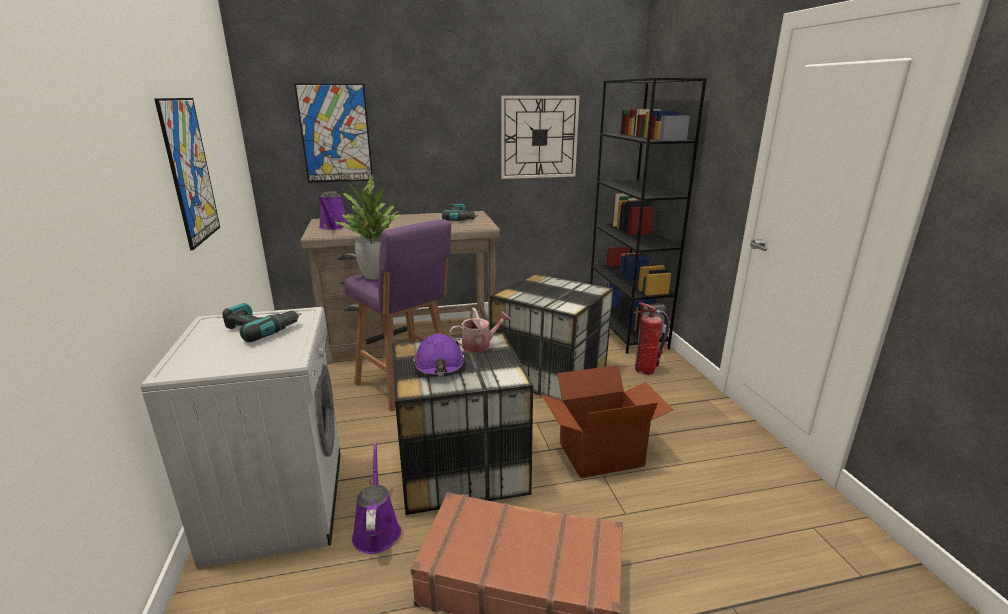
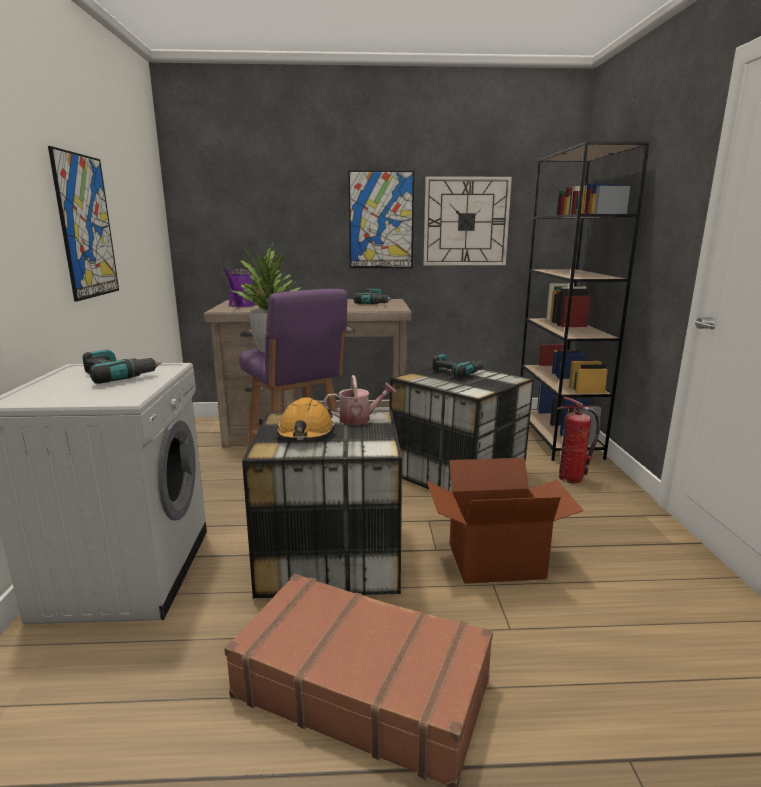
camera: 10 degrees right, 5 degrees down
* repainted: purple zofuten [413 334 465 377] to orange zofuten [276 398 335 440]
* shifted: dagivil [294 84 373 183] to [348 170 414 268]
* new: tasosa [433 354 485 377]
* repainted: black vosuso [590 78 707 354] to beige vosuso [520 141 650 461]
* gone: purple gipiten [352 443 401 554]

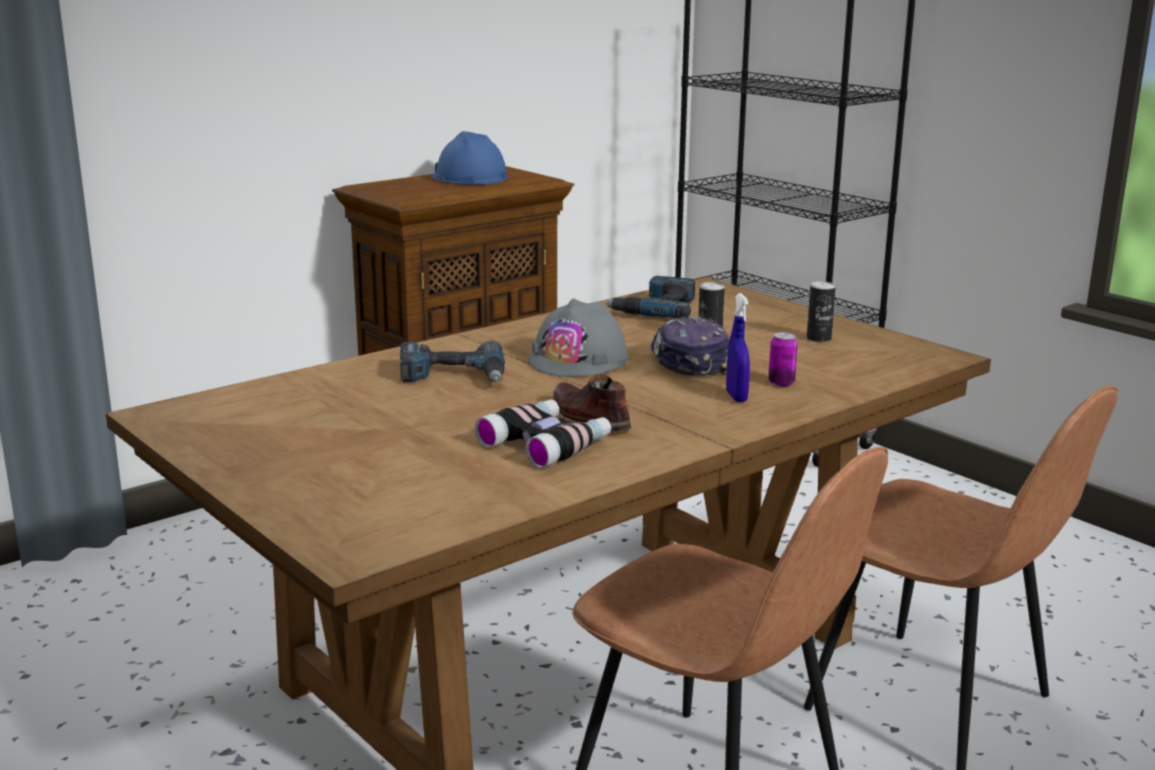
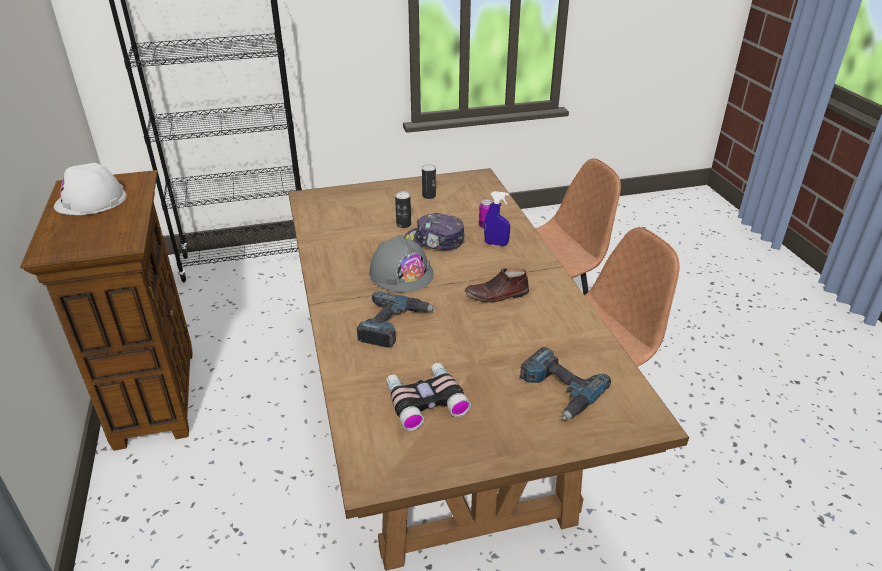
camera: 65 degrees left, 15 degrees up
* repainted: blue zofuten [432 131 508 185] to white zofuten [54 163 127 215]
* shifted: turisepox [474 399 611 469] to [386 363 471 431]
* shifted: tasosa [604 276 695 318] to [520 347 611 420]

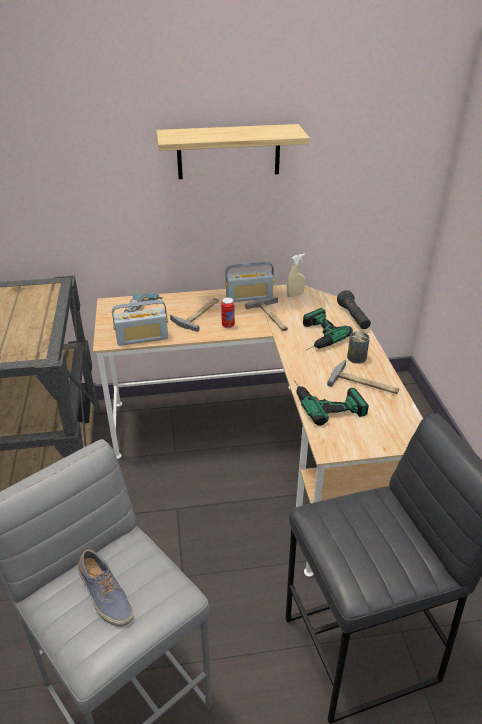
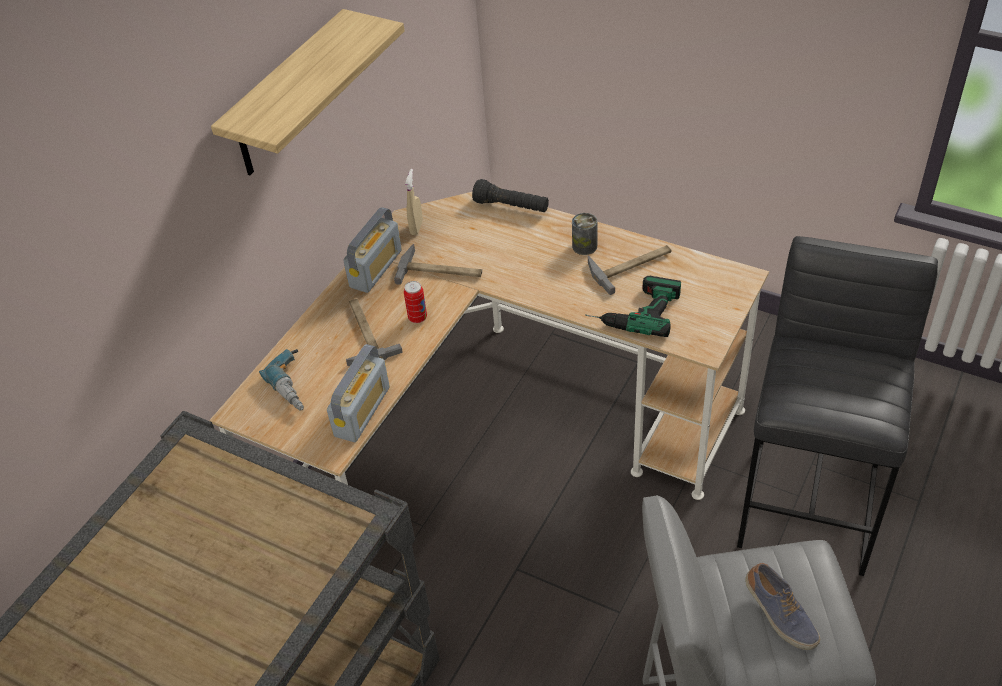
camera: 50 degrees left, 10 degrees up
* rotated: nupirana [78 549 134 627] = [745 563 821 650] 60 degrees clockwise
* gone: tasosa [303 308 353 350]

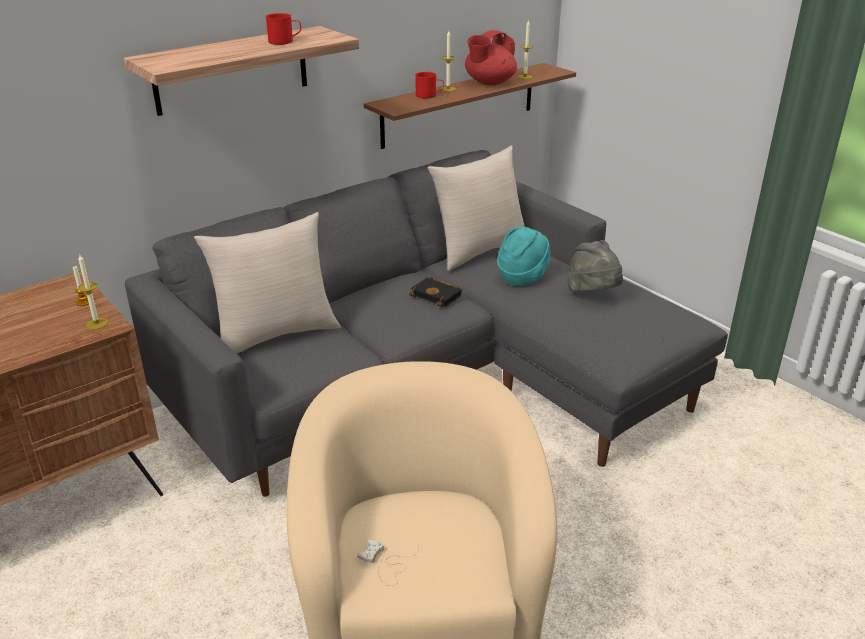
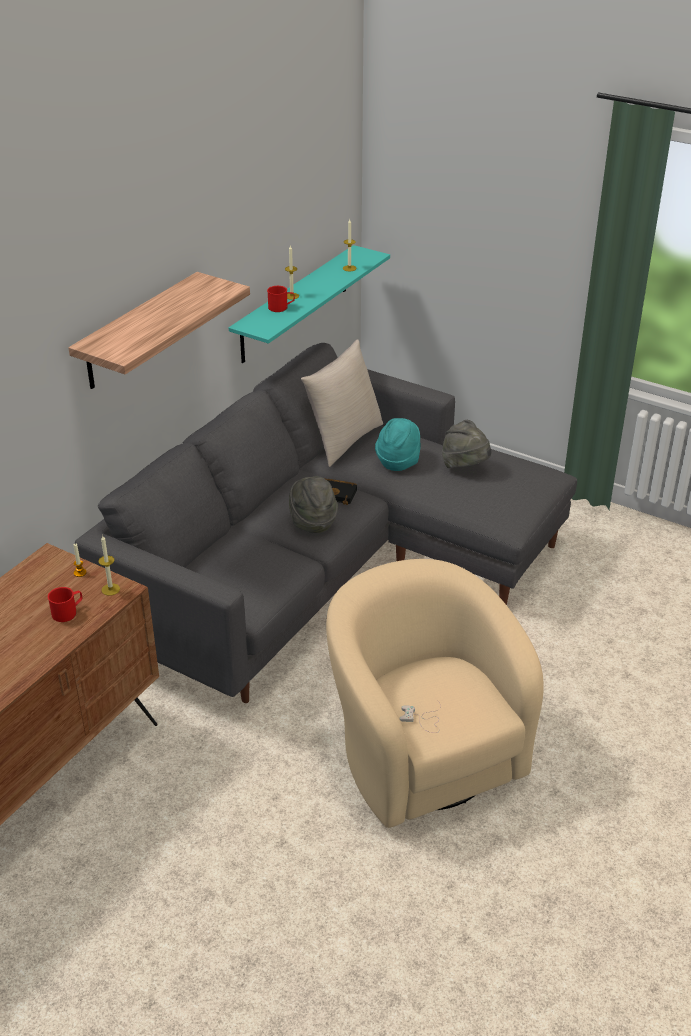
camera: 20 degrees left, 5 degrees up
* shifted: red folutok [265 13 301 45] to [48 587 82 622]
* repainted: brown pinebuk [364 63 576 149] to turquoise pinebuk [229 245 390 363]
* new: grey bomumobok [289 476 338 533]
* gone: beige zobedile [194 212 341 354]
* gone: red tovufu [465 30 517 85]

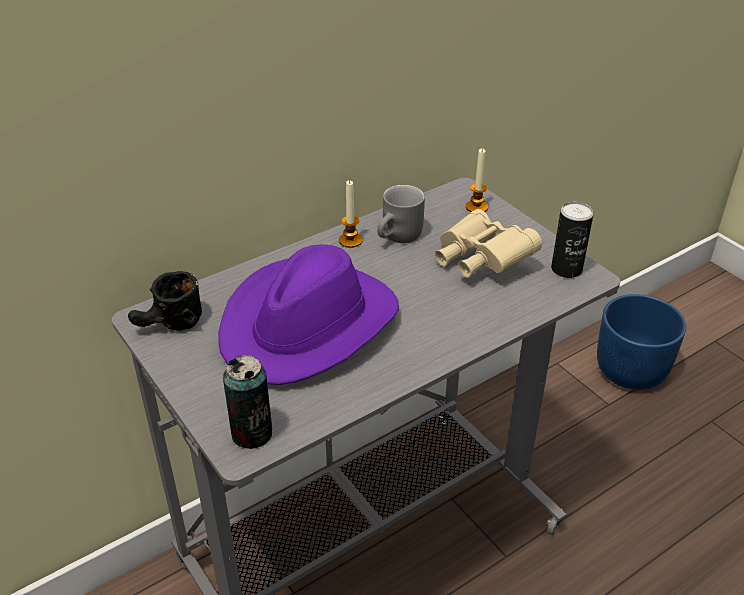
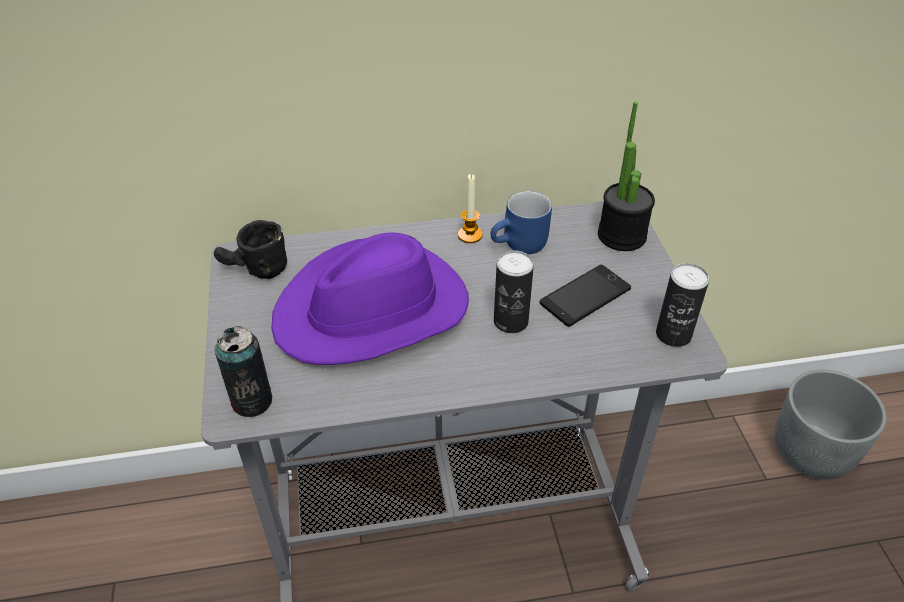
camera: 25 degrees right, 5 degrees up
* repainted: grey folutok [377 185 425 243] to blue folutok [490 191 552 254]
* new: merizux [494 251 534 333]
* swapped: beige turisepox [435 209 542 278] to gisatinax [540 265 631 327]
* swapped: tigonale [466 148 488 212] to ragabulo [598 102 655 251]
* repainted: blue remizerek [597 294 686 390] to grey remizerek [775 370 887 479]

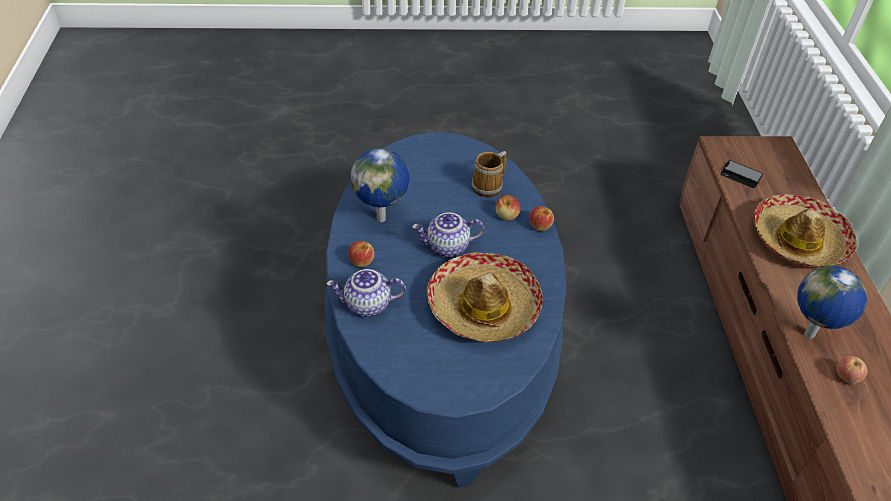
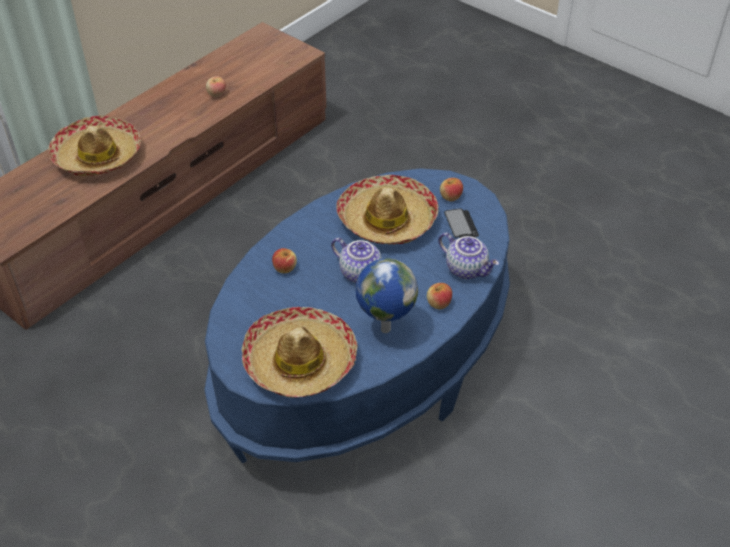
camera: 135 degrees left, 0 degrees up
* new: bomumobok [242 307 358 398]
* shifted: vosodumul [529 206 554 231] to [440 178 463 201]
* shifted: gisatinax [721 160 763 188] to [444 208 479 238]
* gone: folutok [472 151 507 197]
* gone: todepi [797 266 867 338]

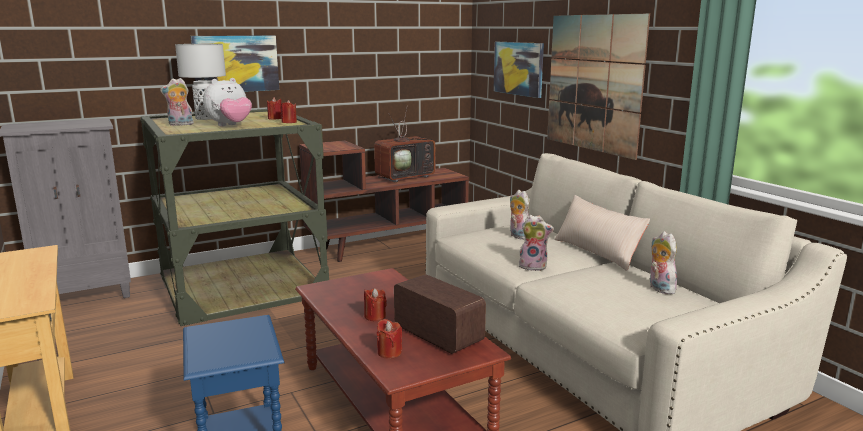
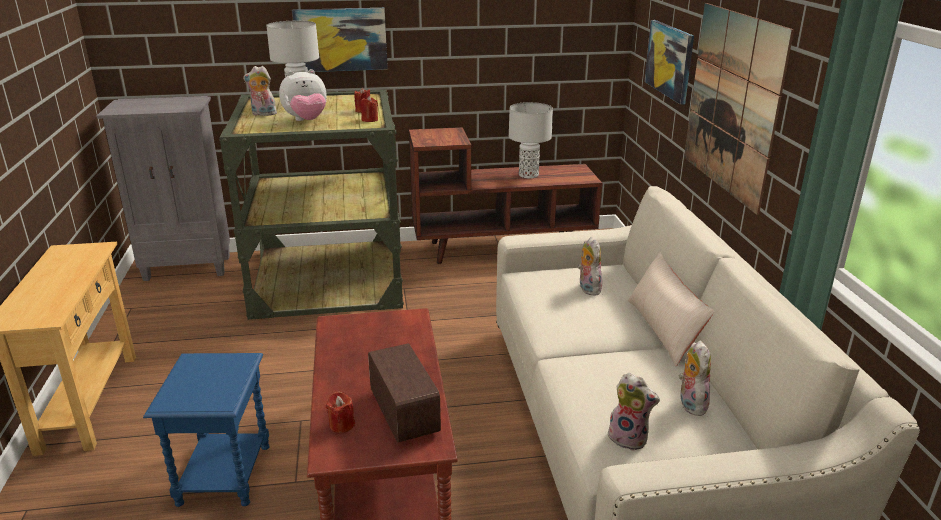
camera: 20 degrees right, 10 degrees up
* swapped: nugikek [374 105 435 182] to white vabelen [509 102 553 178]
* shifted: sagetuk [519 215 554 271] to [608 373 660 451]
* gone: red tigonale [364 288 387 321]

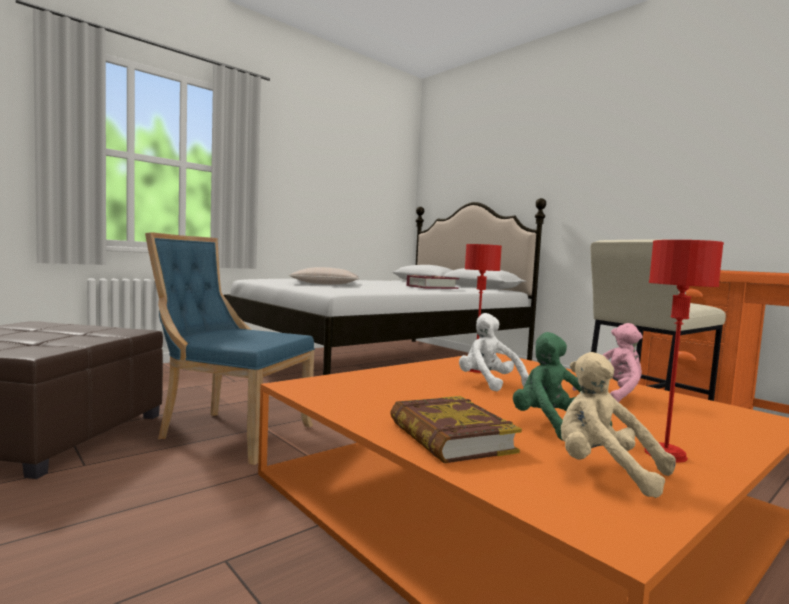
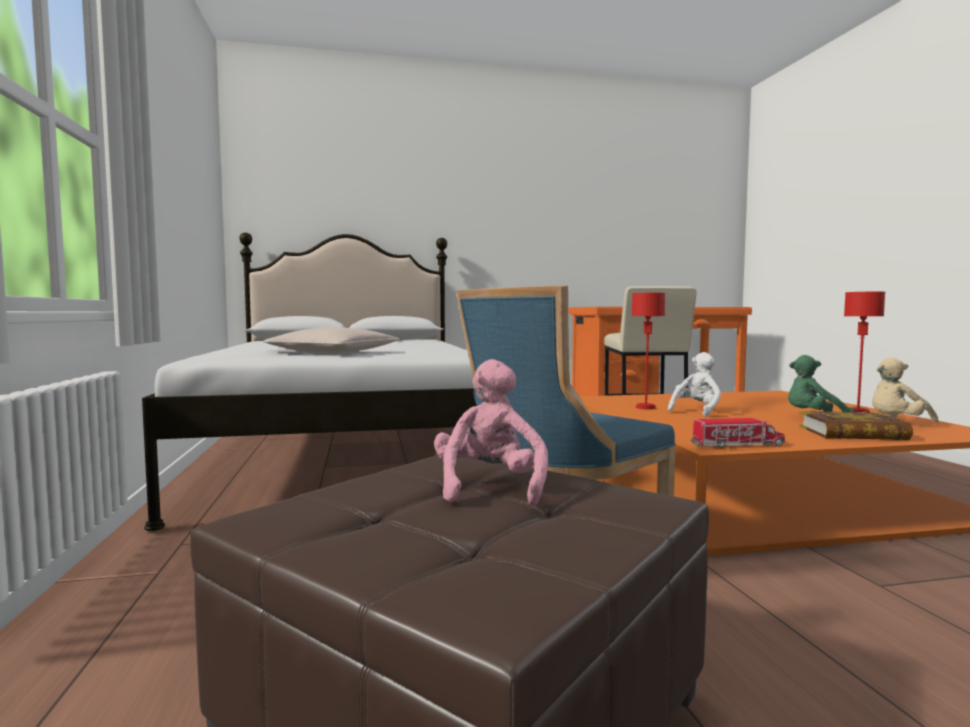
camera: 60 degrees left, 0 degrees up
* shifted: pink sagetuk [573 323 643 402] to [434 359 548 506]
* rotated: white sagetuk [459 313 529 392] = [668 352 721 417] 135 degrees clockwise
* new: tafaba [691 418 785 448]
* gone: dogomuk [406 275 459 289]

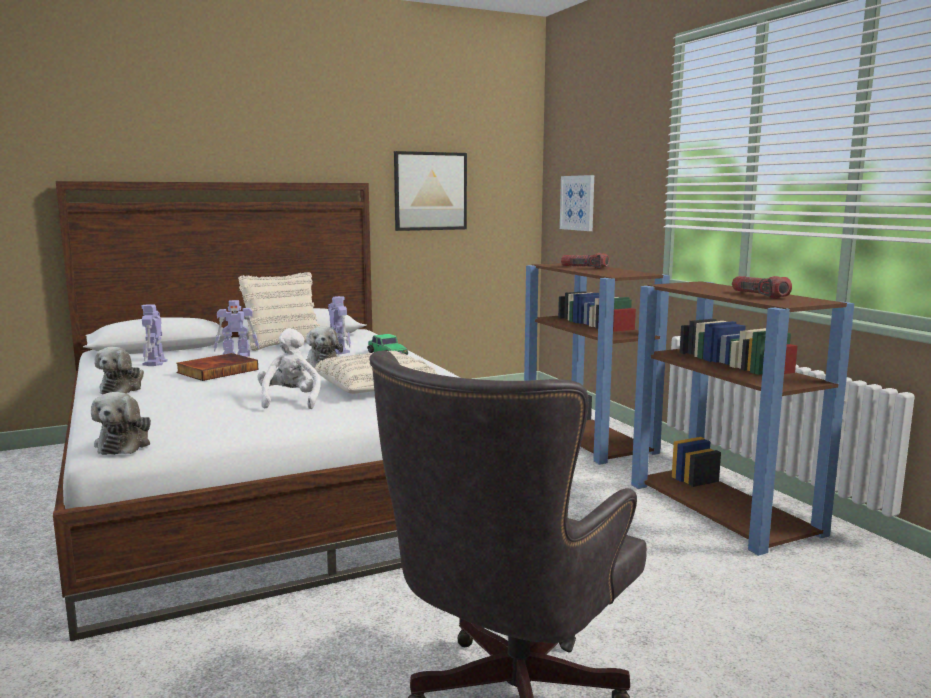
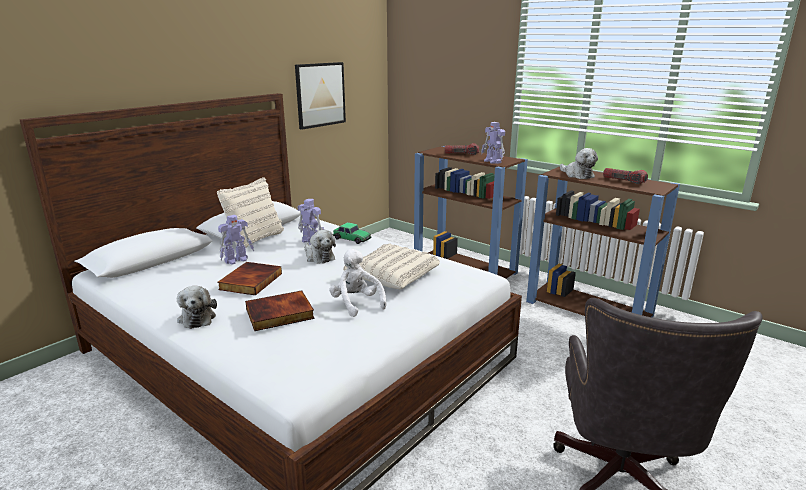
camera: 25 degrees left, 10 degrees up
* new: dogomuk [245 291 315 331]
* shifted: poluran [141 304 168 366] to [481 122 505 164]
* shifted: sagetuk [91 392 151 455] to [560 148 598 179]
* gone: dagivil [560 175 594 231]

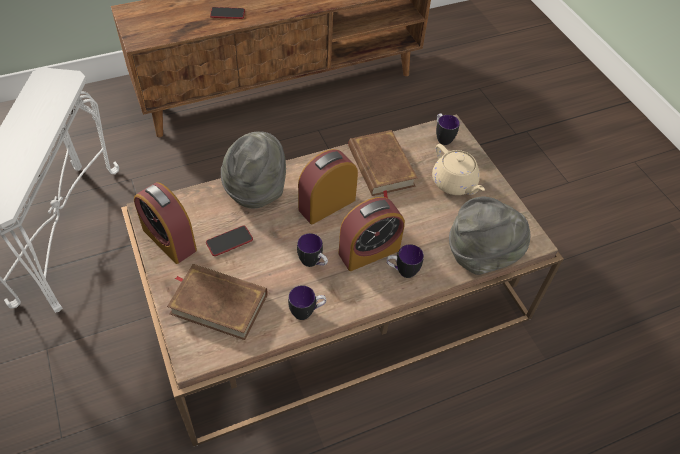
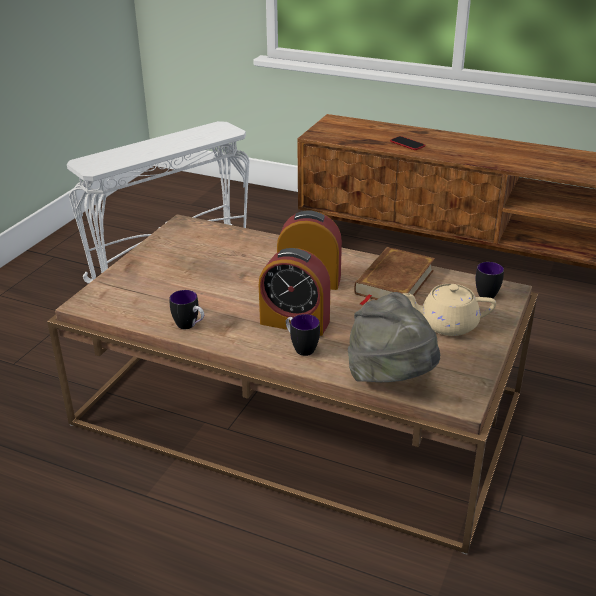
camera: 50 degrees right, 20 degrees down
* rotated: beige tovufu [432 144 485 195] = [403 284 496 336] 75 degrees clockwise
* gone: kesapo [134 182 197 264]
* gone: brown dogomuk [167 264 267 340]
* gone: gisatinax [206 226 253 256]
* gone: grey bomumobok [221 131 286 208]
* gone: folutok [297 233 328 267]

